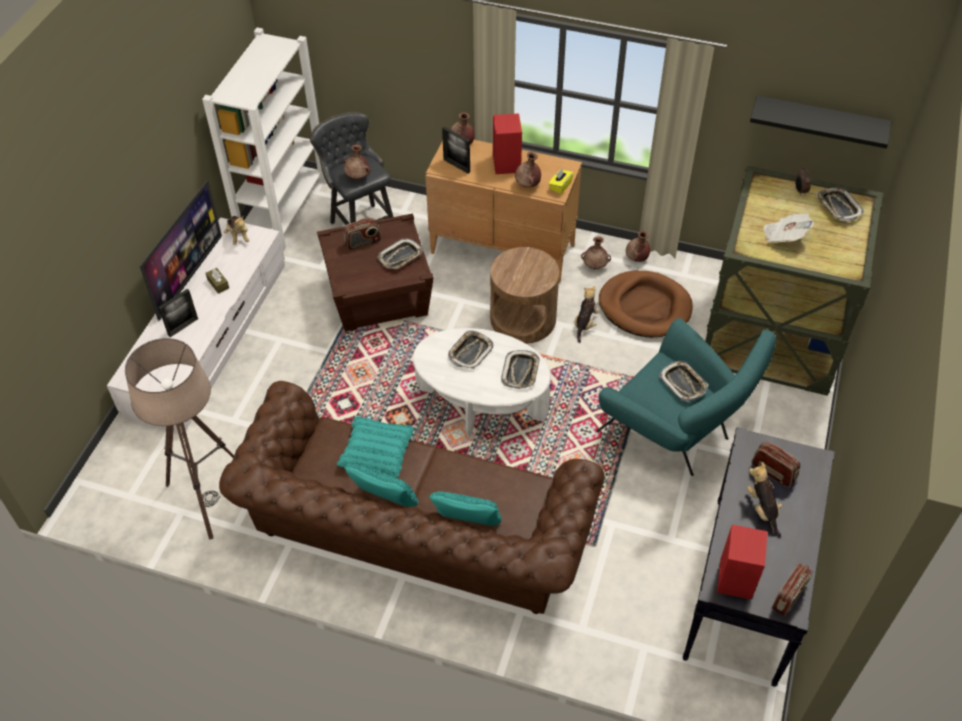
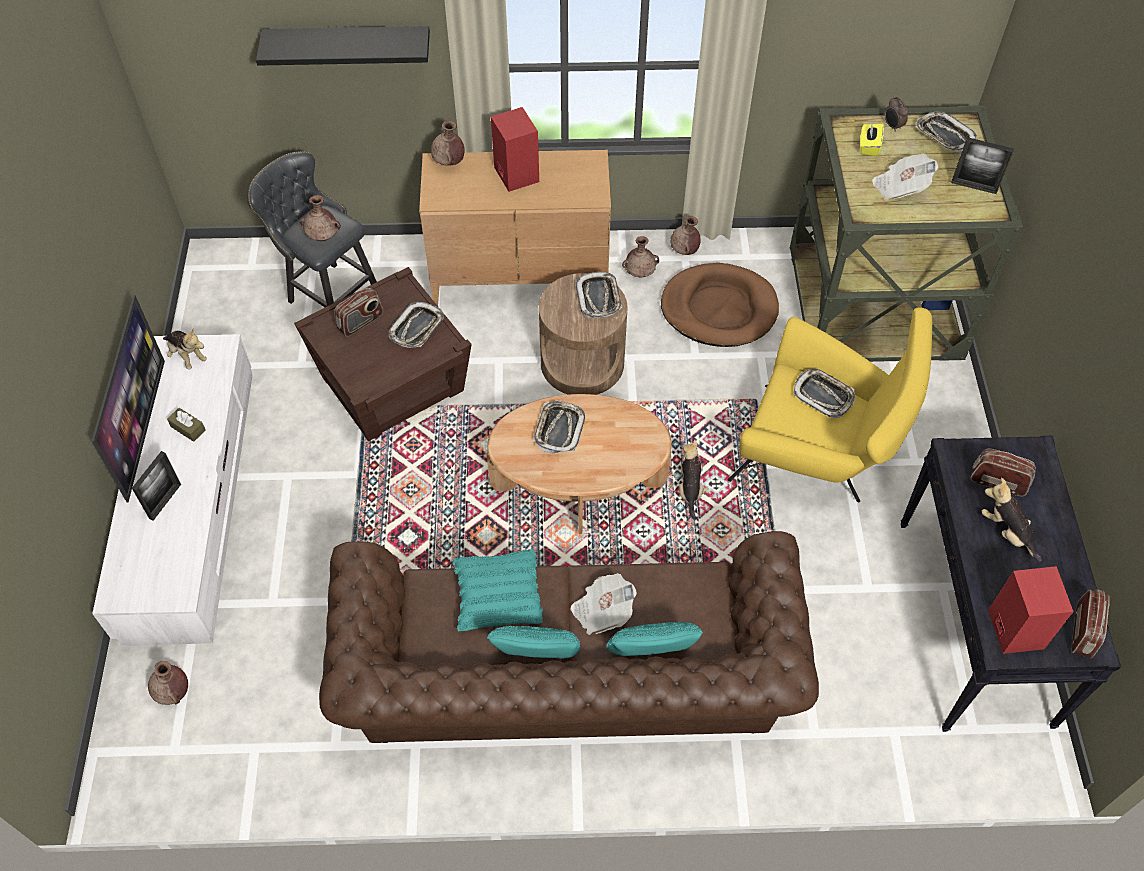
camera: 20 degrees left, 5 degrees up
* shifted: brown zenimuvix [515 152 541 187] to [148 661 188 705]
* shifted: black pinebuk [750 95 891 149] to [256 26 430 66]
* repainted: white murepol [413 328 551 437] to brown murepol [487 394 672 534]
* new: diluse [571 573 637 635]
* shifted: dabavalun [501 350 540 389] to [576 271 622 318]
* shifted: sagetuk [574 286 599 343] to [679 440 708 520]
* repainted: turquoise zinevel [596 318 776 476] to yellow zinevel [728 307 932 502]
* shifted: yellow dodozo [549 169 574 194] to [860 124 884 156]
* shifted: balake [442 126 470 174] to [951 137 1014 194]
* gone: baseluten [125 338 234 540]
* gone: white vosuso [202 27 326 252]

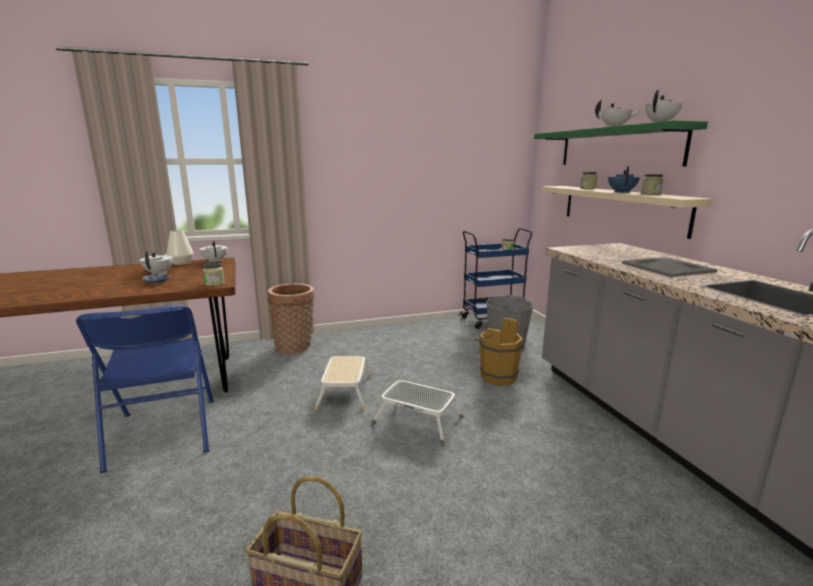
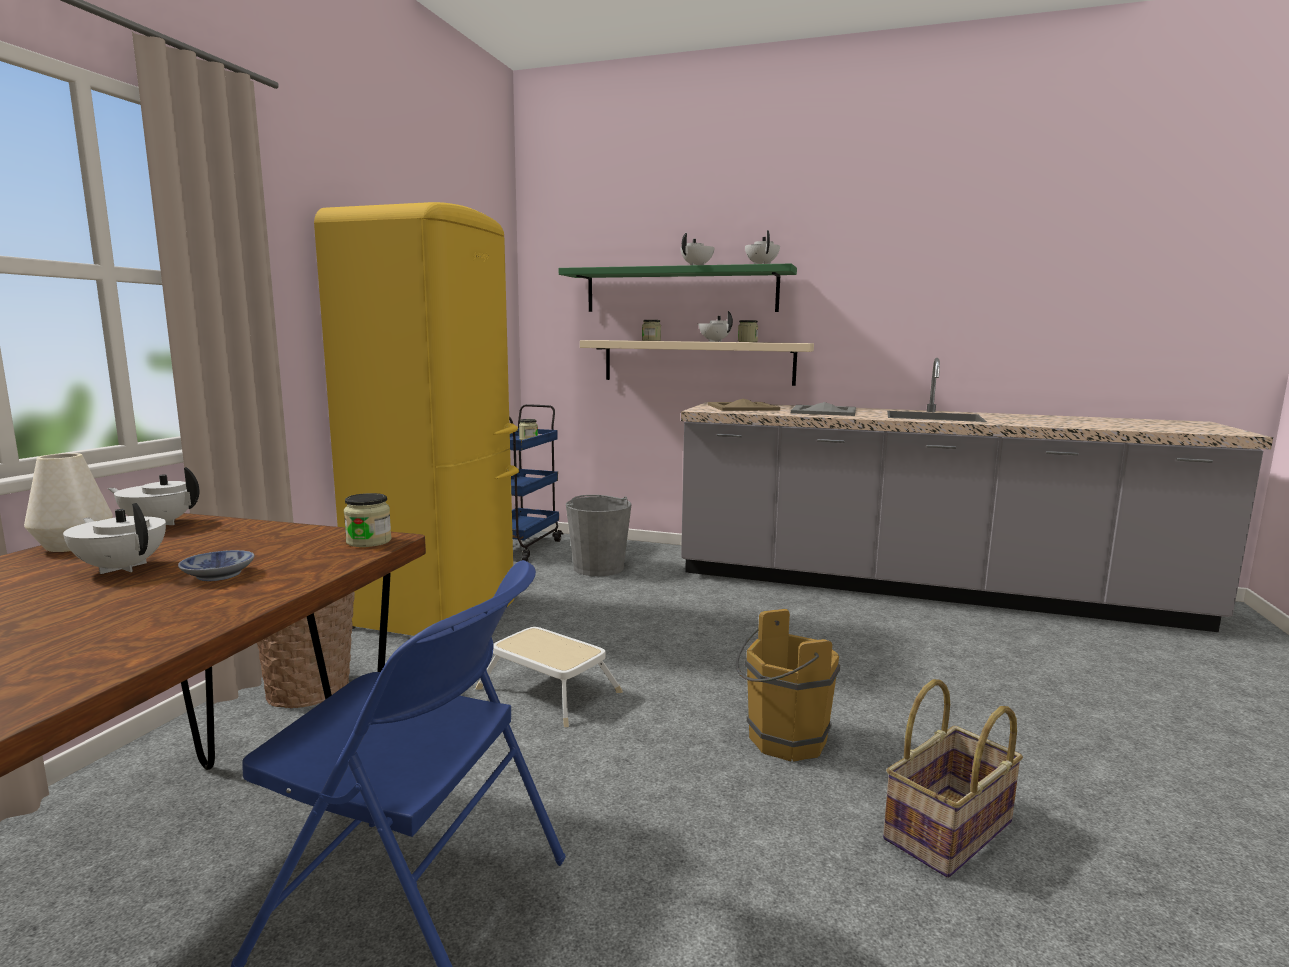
camera: 55 degrees left, 5 degrees down
* new: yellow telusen [314 202 519 636]
* repainted: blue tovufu [608 166 640 193] to white tovufu [698 311 733 342]
* new: beige dabavalun [708 399 780 411]
* shifted: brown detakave [475 318 524 386] to [736 609 840 761]
* gone: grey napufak [371 380 464 446]

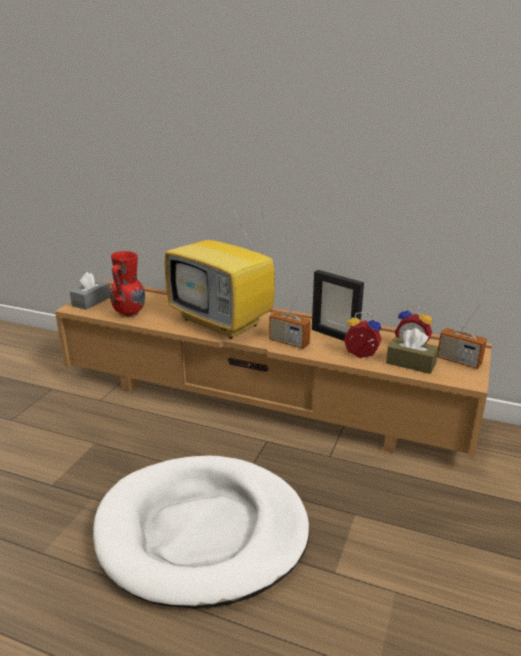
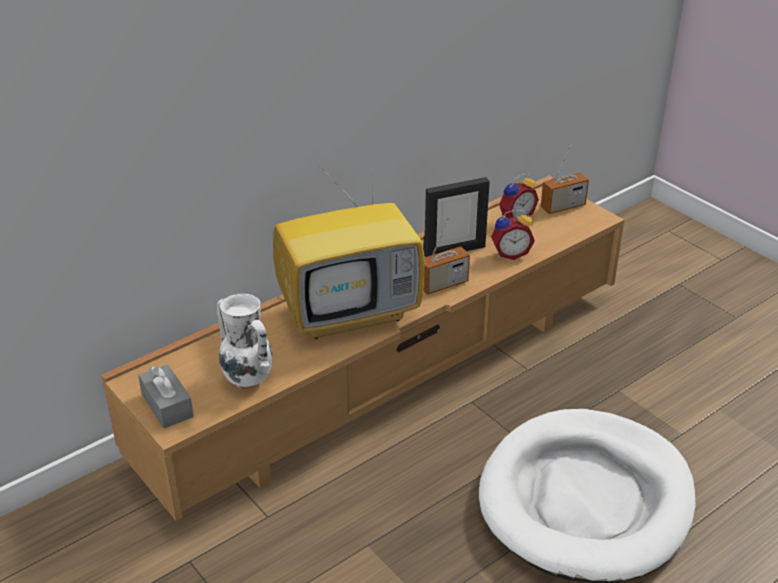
camera: 60 degrees left, 10 degrees up
* repainted: red zenimuvix [110 251 145 317] to white zenimuvix [217 294 273 389]
* rotated: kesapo [344 312 381 358] = [491 209 535 260] 150 degrees counterclockwise
* gone: brown dodozo [386 328 439 374]

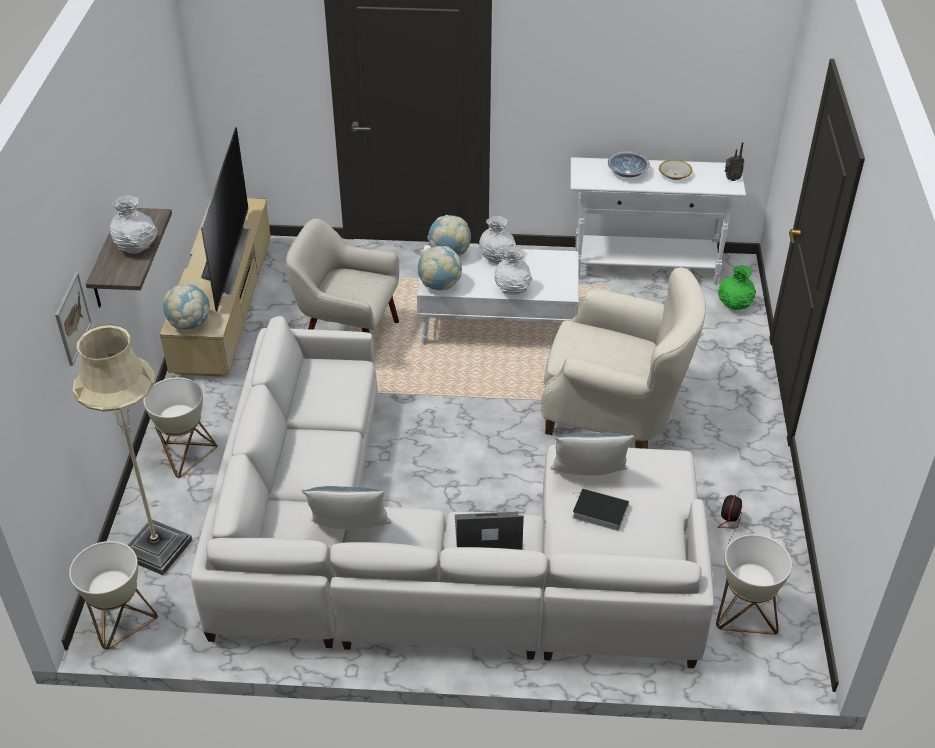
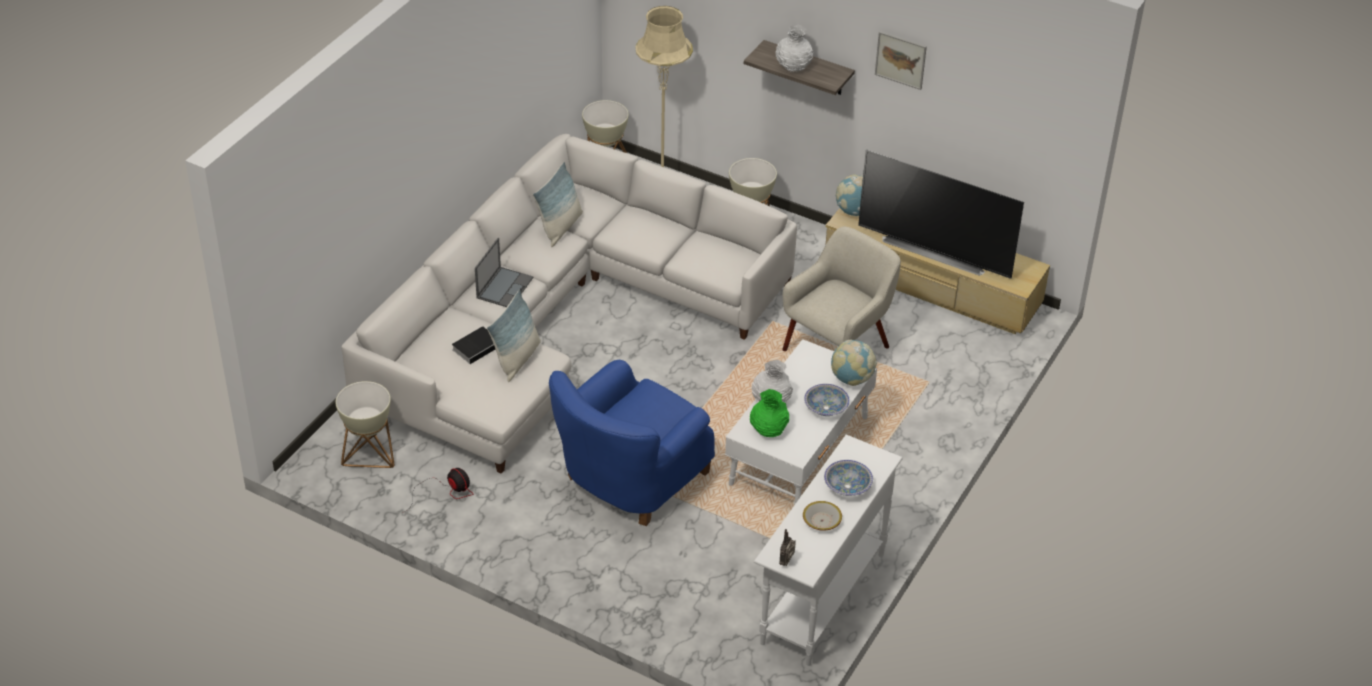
camera: 115 degrees right, 0 degrees up
* repainted: beige zinevel [541 267 706 449] to blue zinevel [549 360 715 526]
* shifted: green zenimuvix [718 265 756 310] to [750 389 789 437]
* swapped: white zenimuvix [479 216 517 264] to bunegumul [804 384 850 416]
* shifted: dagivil [55 272 92 366] to [875 31 927 90]
* gone: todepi [418 246 462 290]

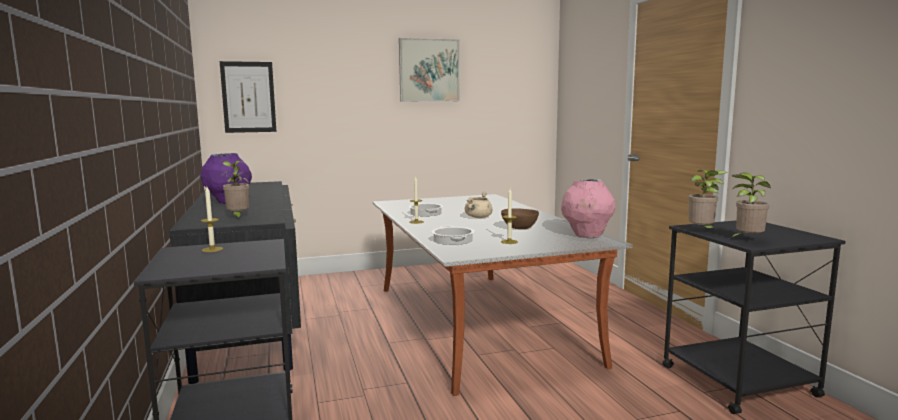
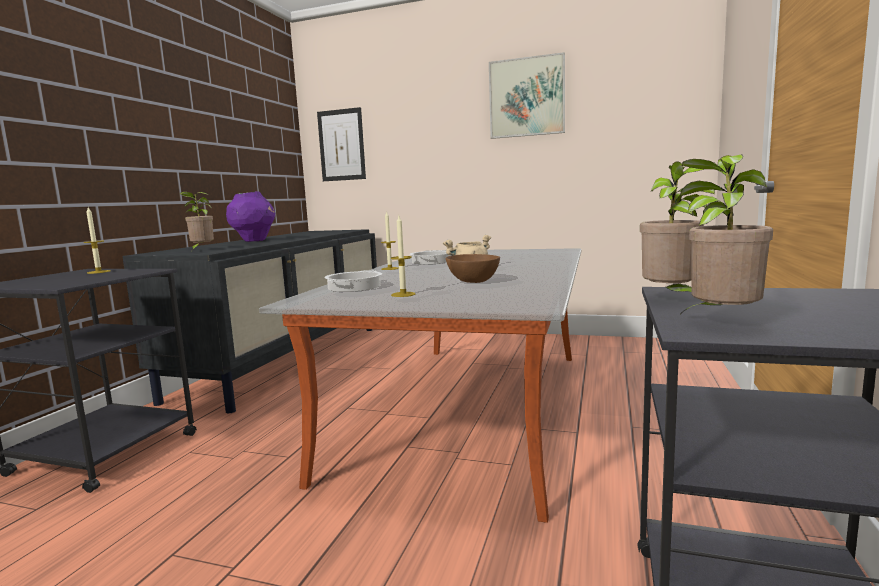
camera: 35 degrees right, 0 degrees up
* gone: pink zenimuvix [561 179 616 238]

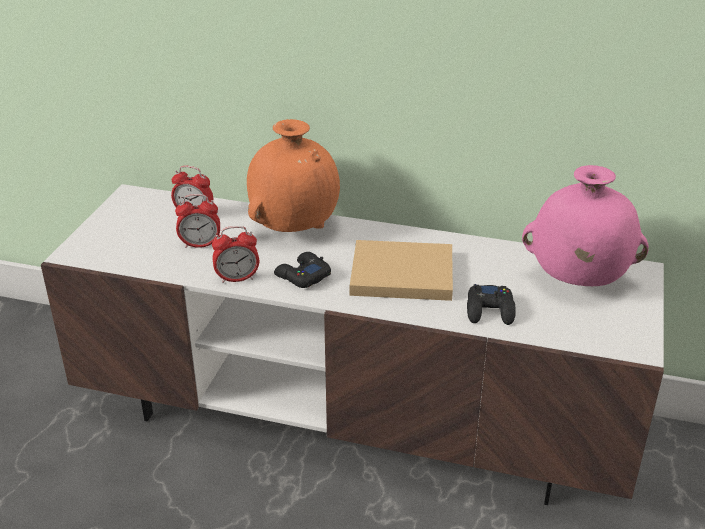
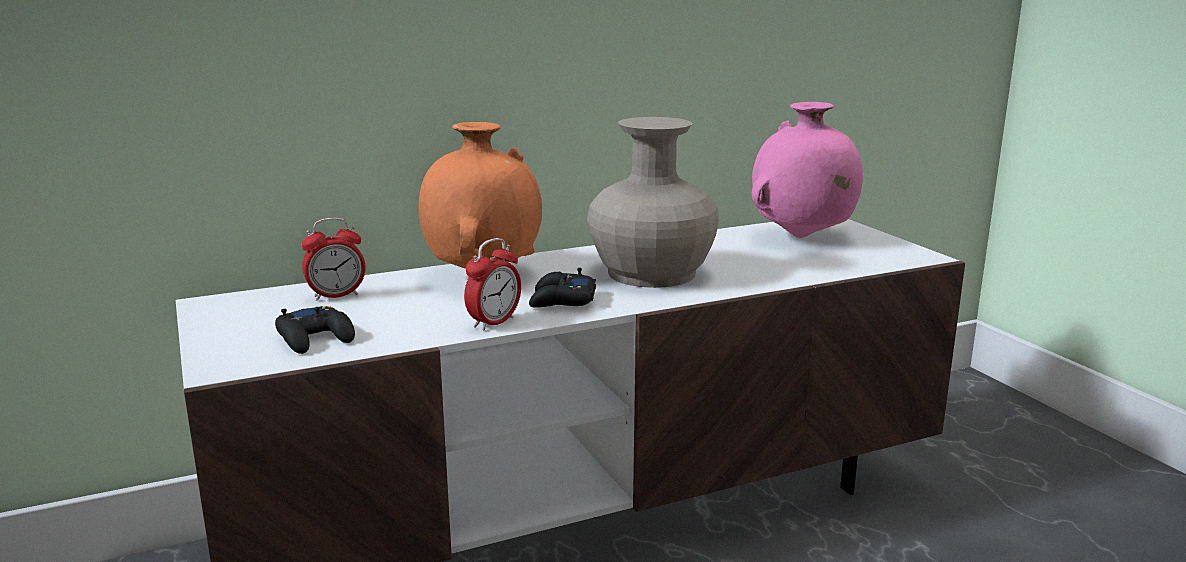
camera: 40 degrees left, 15 degrees down
* shifted: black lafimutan [467 284 516 325] to [275 306 355 354]
* swapped: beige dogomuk [350 240 453 301] to beige zenimuvix [587 117 719 288]
* gone: kesapo [175 194 220 248]

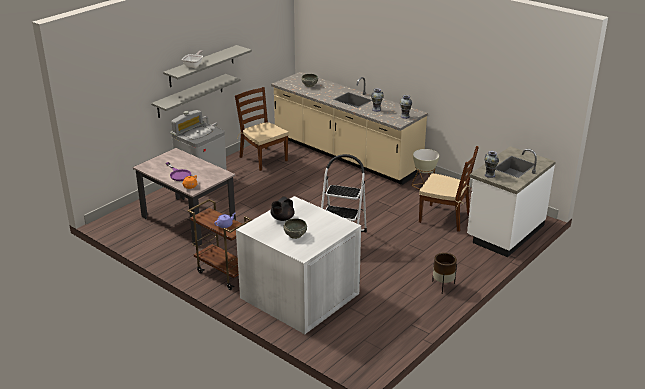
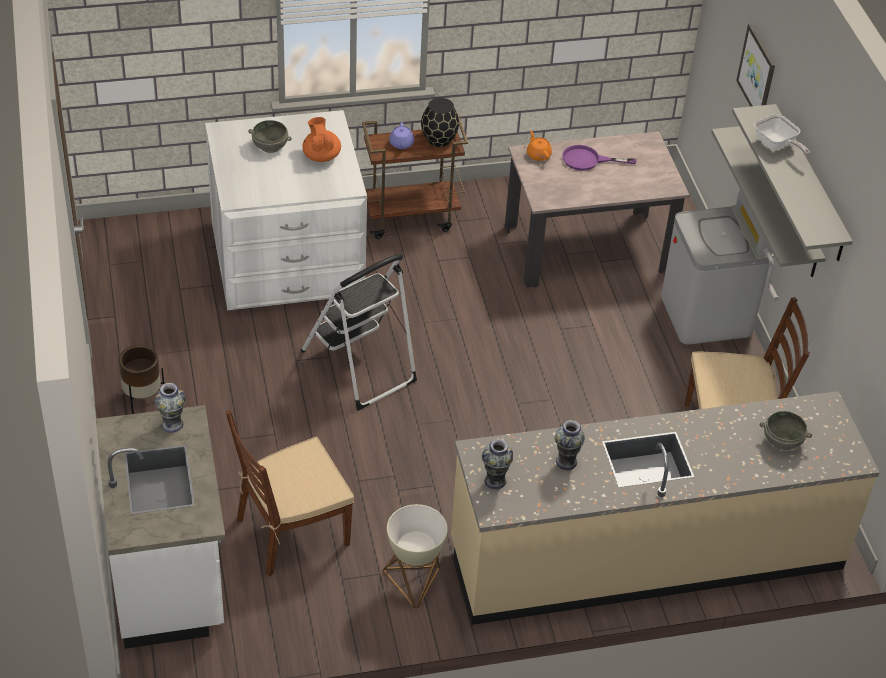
camera: 125 degrees right, 15 degrees up
* repainted: black tovufu [270 196 295 221] to orange tovufu [302 117 341 162]
* new: black zenimuvix [421 98 459 147]
* new: dagivil [736 24 775 107]

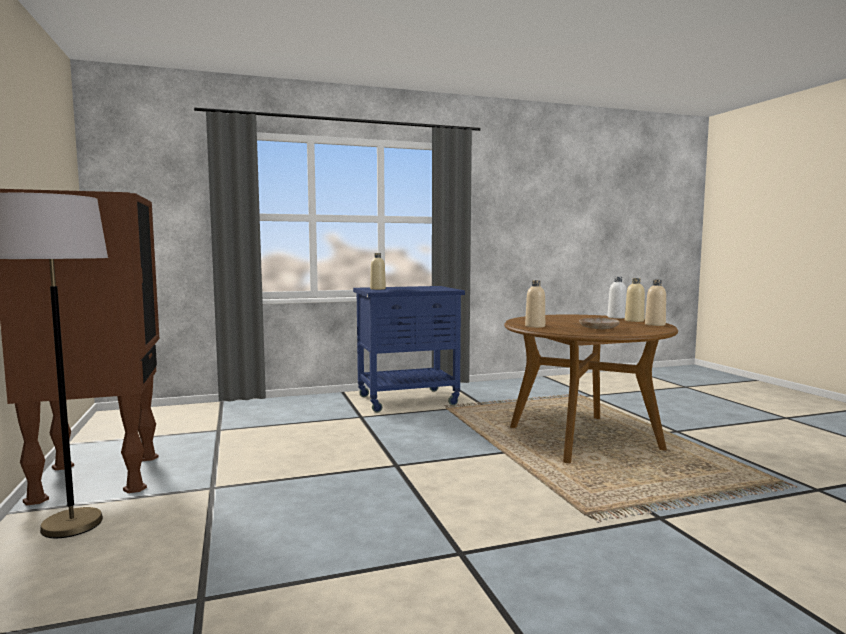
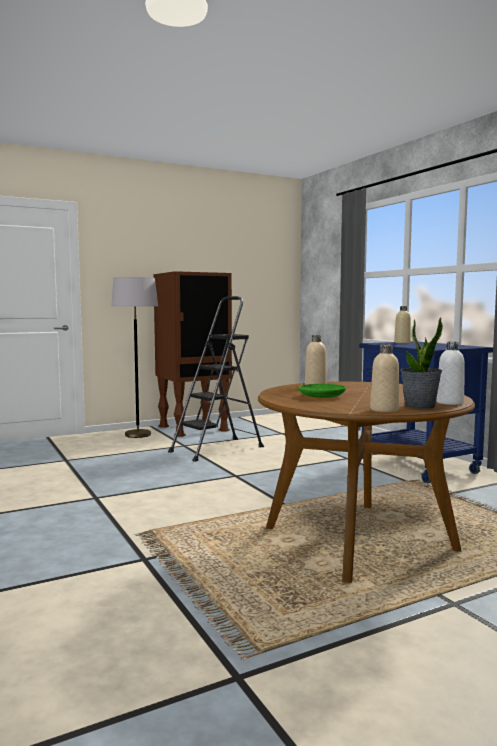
camera: 80 degrees right, 0 degrees up
* new: napufak [168 296 264 462]
* repainted: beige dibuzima [579 318 620 329] to green dibuzima [298 384 346 398]
* swapped: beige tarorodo [625 278 645 322] to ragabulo [400 317 443 409]

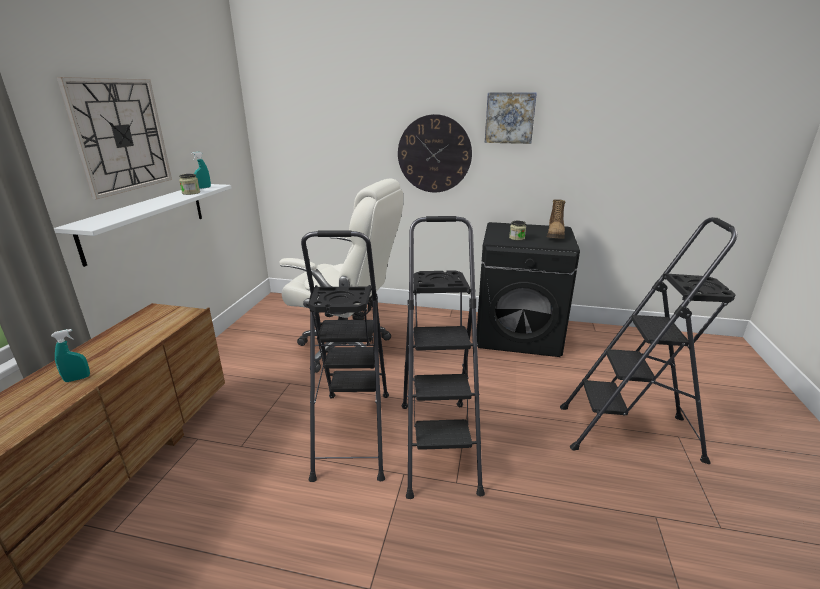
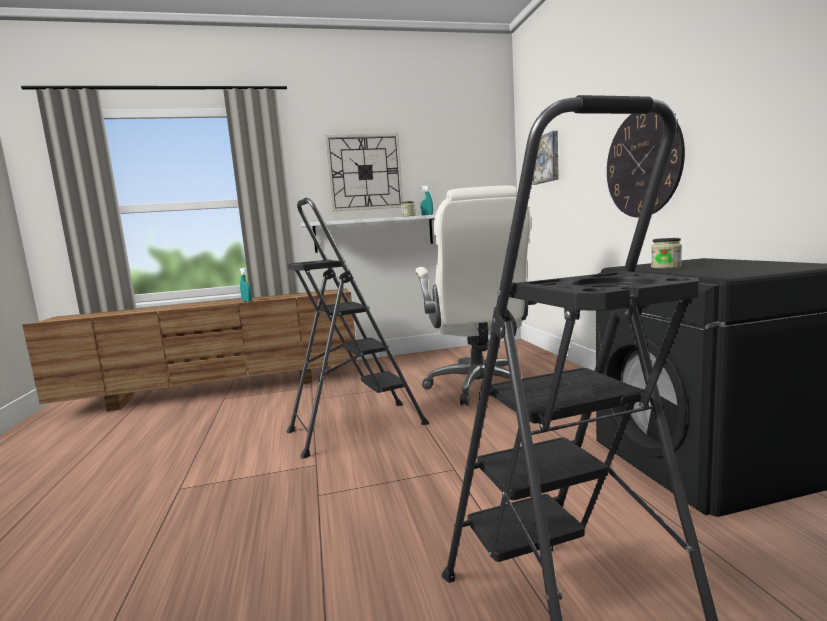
camera: 65 degrees right, 15 degrees down
* shifted: dagivil [485 92 537 144] to [532 131 559 185]
* gone: napufak [401 216 485 499]
* gone: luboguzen [547 199 565 239]

